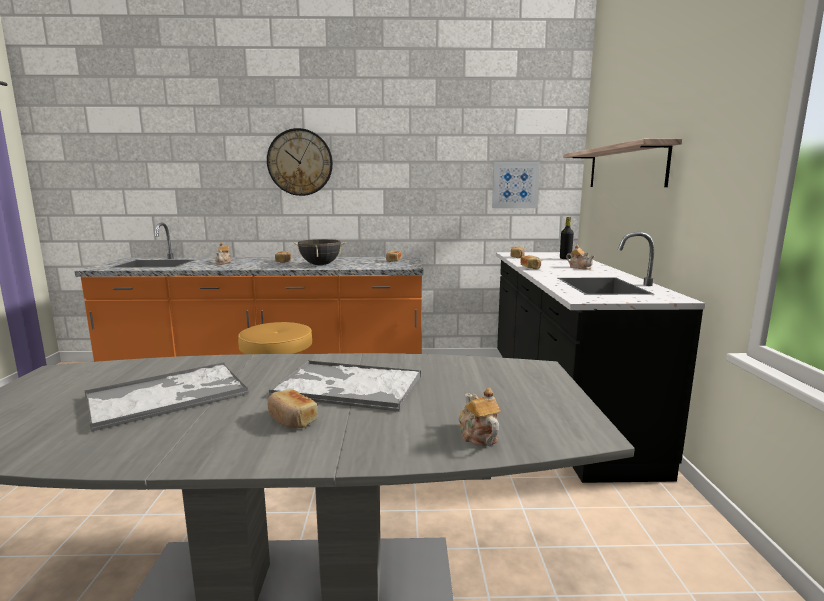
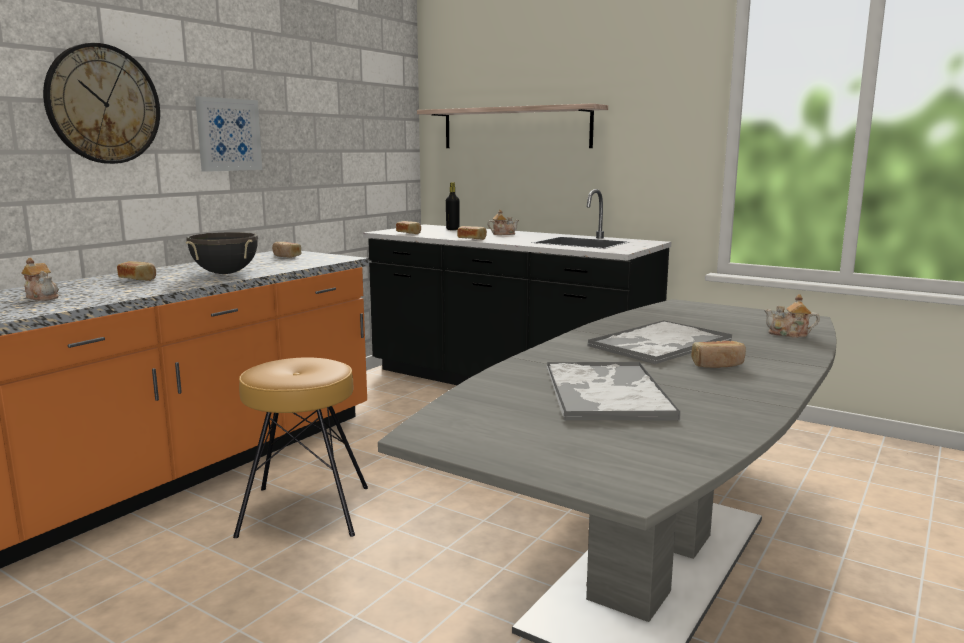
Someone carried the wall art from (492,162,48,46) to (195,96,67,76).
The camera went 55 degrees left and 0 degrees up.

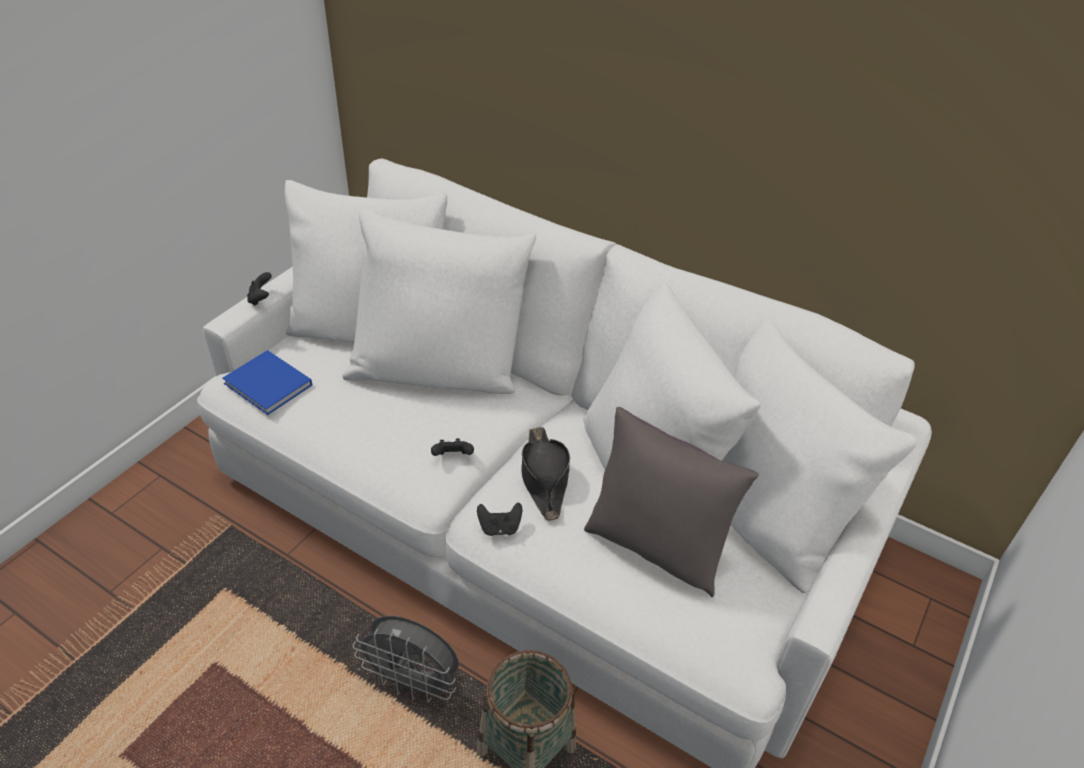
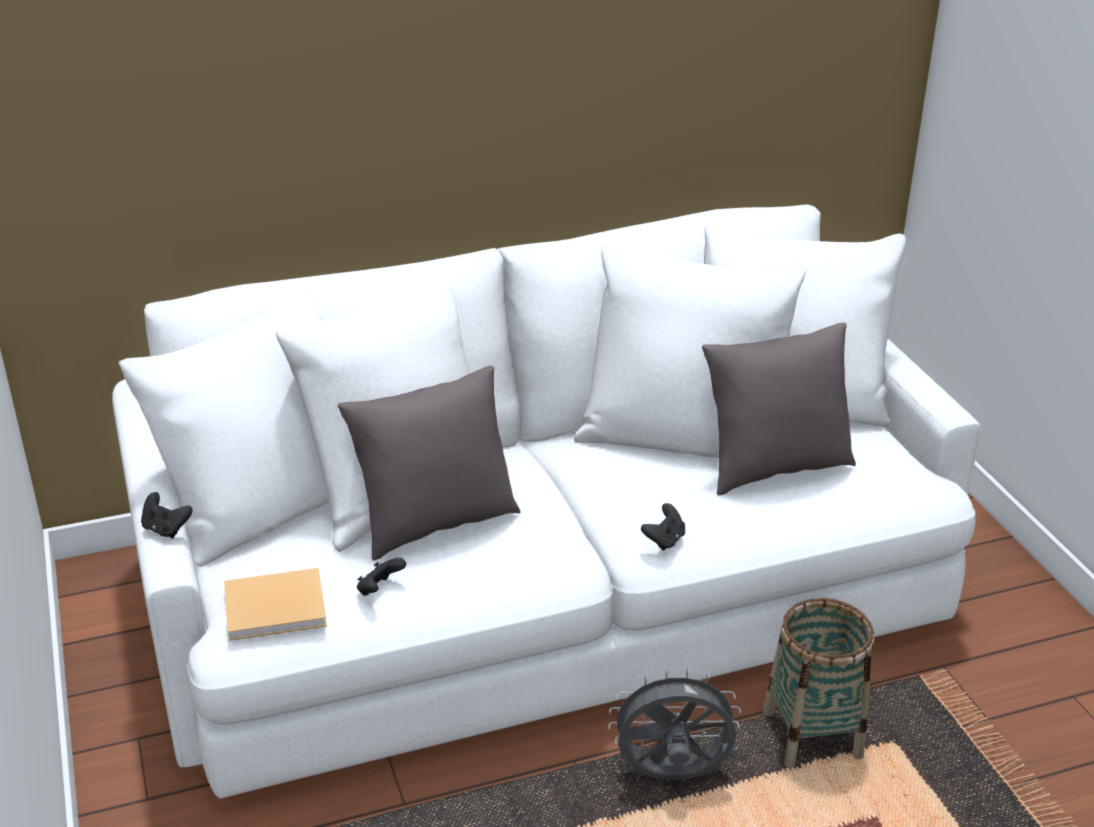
Someone took away the blackish clothing hat at (522,427,48,94).
Someone put down the grey pillow at (338,366,183,194).
Someone carried the blackish game controller from (431,438,43,18) to (357,558,49,38).
Someone repainted the blue-coloured volume at (223,350,89,65), which became the beige-coloured volume at (224,568,103,73).
Someone rotated the grey electric fan at (353,616,106,87) by 150 degrees counterclockwise.
The camera went 50 degrees left and 10 degrees down.

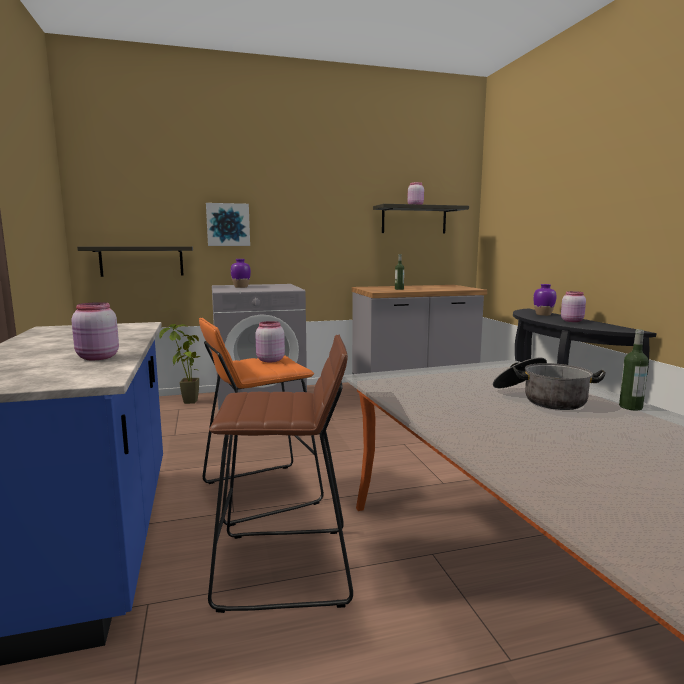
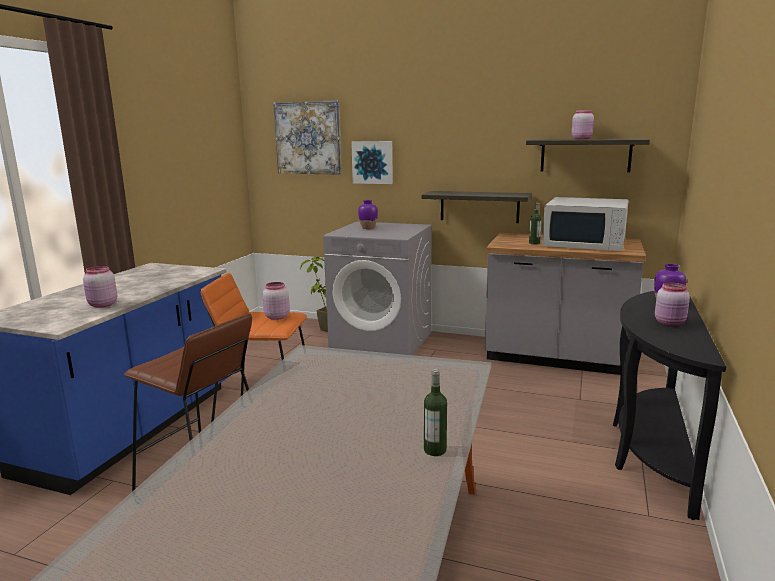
Someone took away the cooking pot at (493,357,113,53).
Someone put up the wall art at (273,101,69,73).
Someone put down the white kitchen microwave at (542,197,86,54).
Someone carried the shelf from (77,247,116,30) to (421,191,111,32).
The camera went 35 degrees right and 5 degrees up.

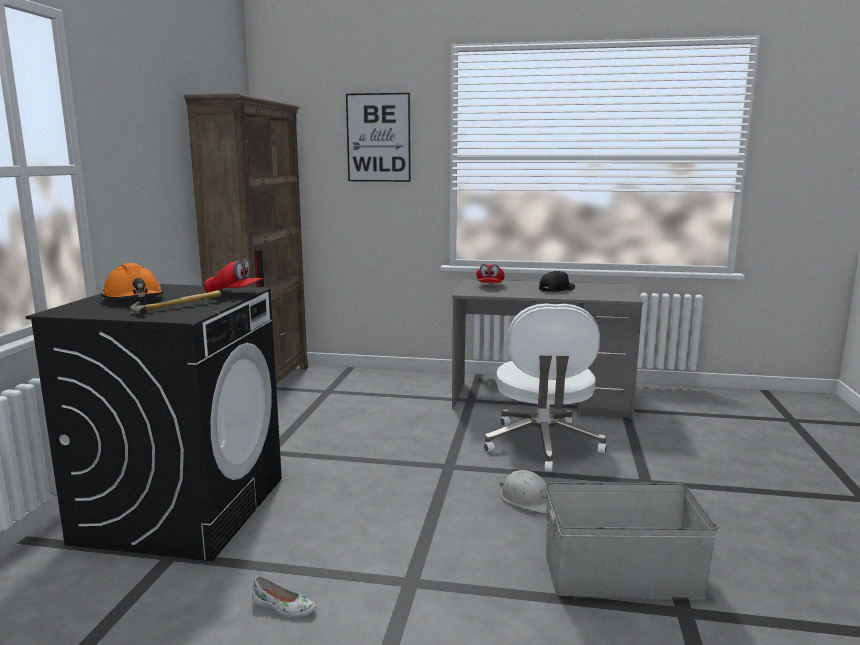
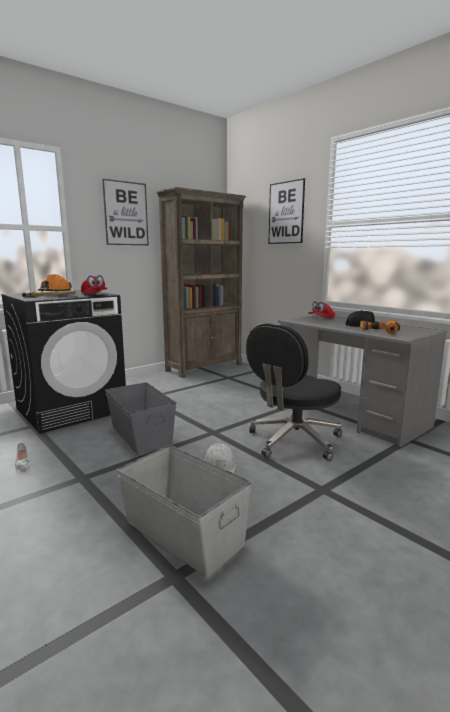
Someone put up the wall art at (102,179,46,66).
Someone put down the grey storage bin at (105,382,71,73).
Someone put down the drill at (360,320,40,14).
Someone repainted the white desk chair at (484,303,123,169), which became the blackish desk chair at (246,324,96,137).
The camera went 40 degrees right and 0 degrees up.

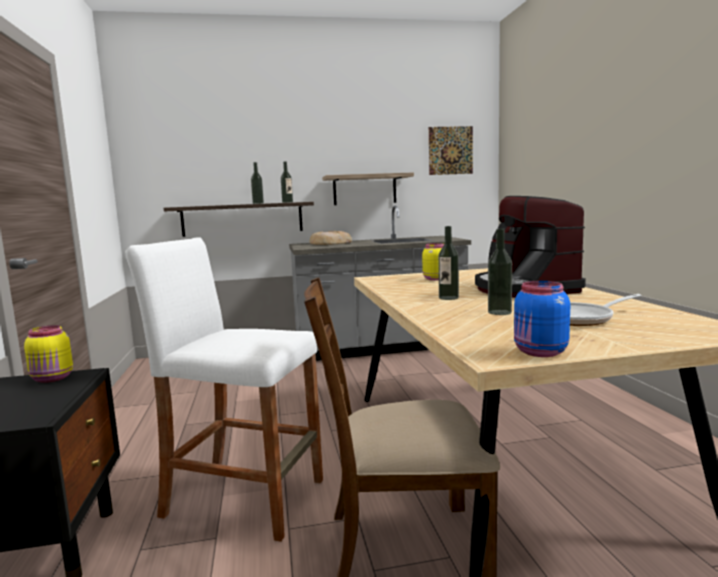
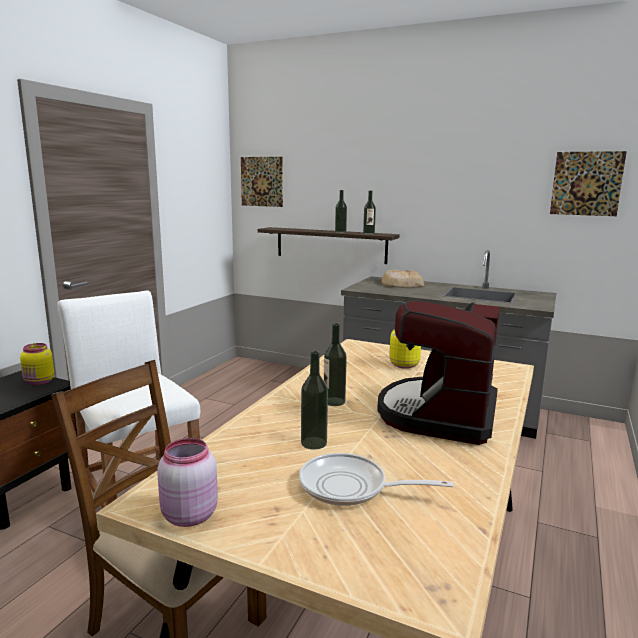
Someone took away the shelf at (322,172,92,33).
Someone put up the wall art at (241,157,42,50).
Someone repainted the blue-coloured jar at (514,281,56,76), which became the pink-coloured jar at (157,438,61,89).
The camera went 35 degrees right and 5 degrees up.

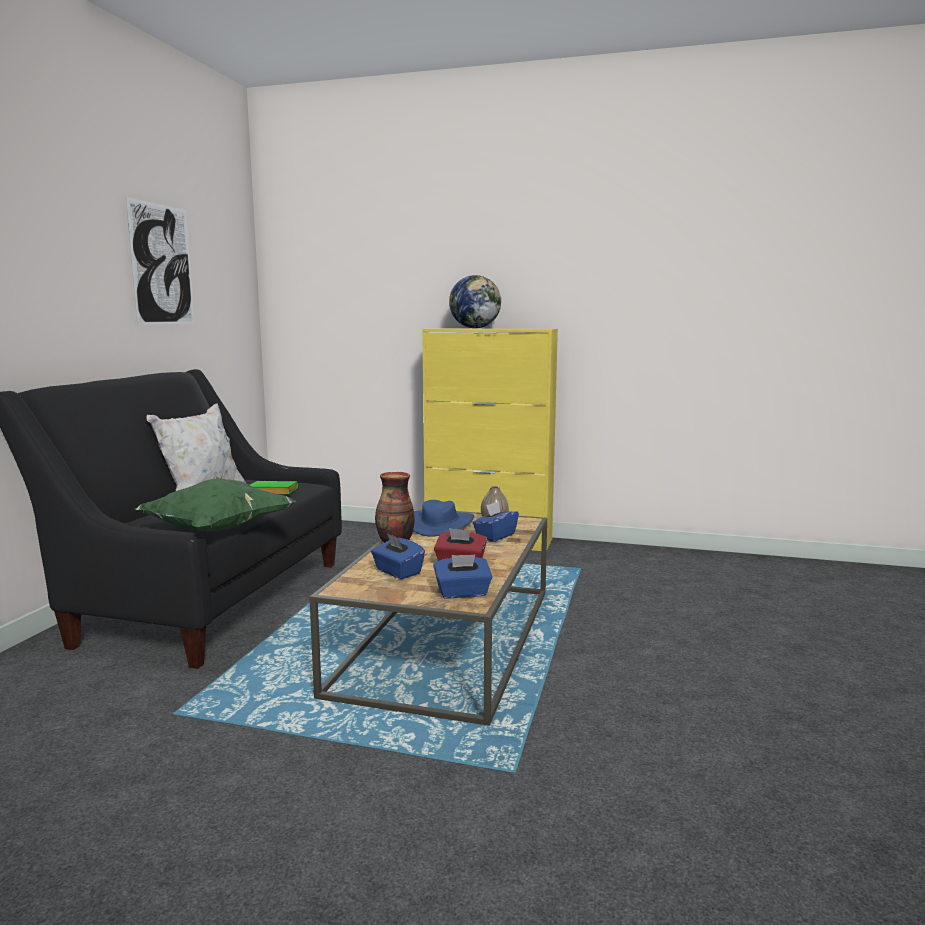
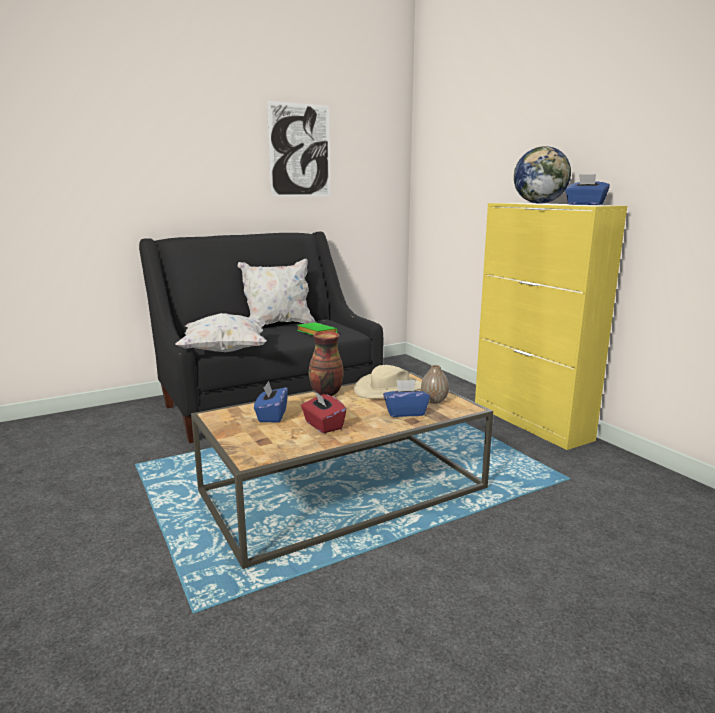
Someone carried the blue-coloured box of tissues from (433,554,59,44) to (565,174,45,31).
Someone repainted the green pillow at (135,478,162,54), which became the white pillow at (175,313,92,39).
Someone repainted the blue-coloured clothing hat at (413,500,61,36), which became the beige-coloured clothing hat at (354,365,68,34).
The camera went 45 degrees right and 5 degrees up.

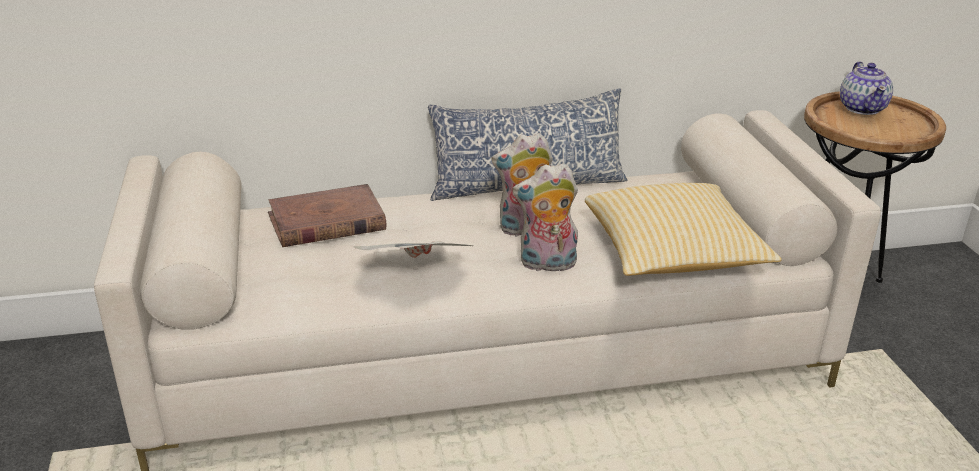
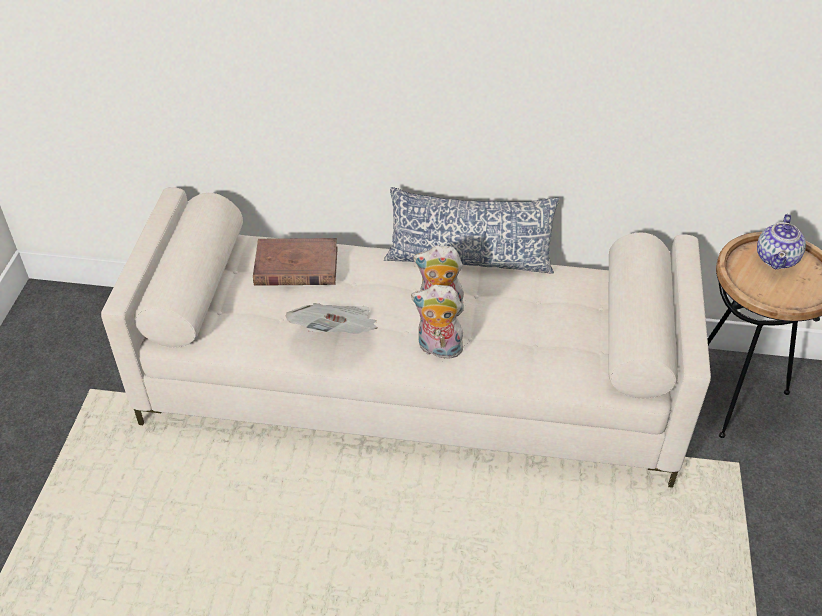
Someone took away the pillow at (585,183,197,93).
The camera went 20 degrees right and 15 degrees up.

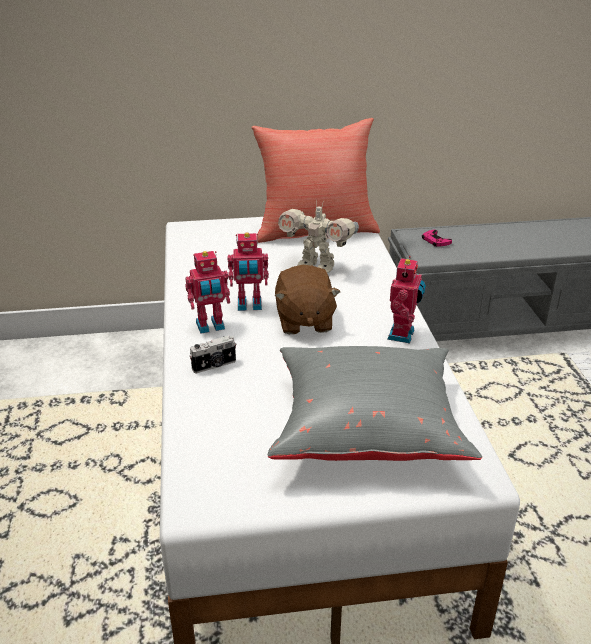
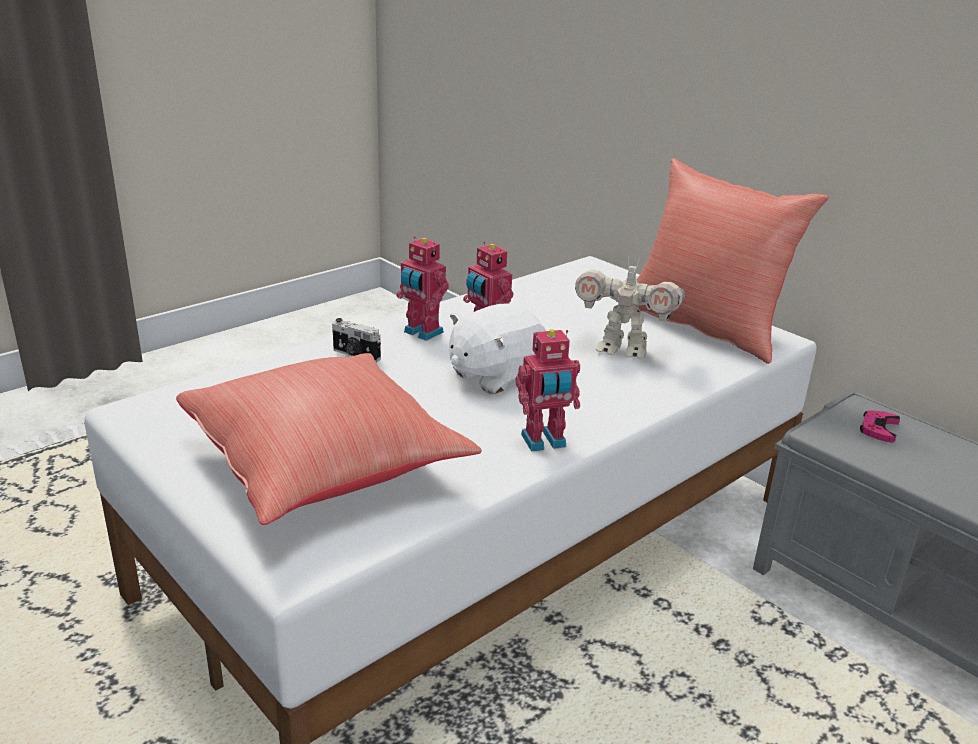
Someone repainted the grey pillow at (268,346,214,115), which became the reddish pillow at (176,353,306,172).
Someone repainted the brown plush toy at (275,265,65,69), which became the white plush toy at (449,303,97,91).
Someone rotated the robot figure at (278,199,81,74) by 60 degrees counterclockwise.
The camera went 55 degrees right and 5 degrees down.

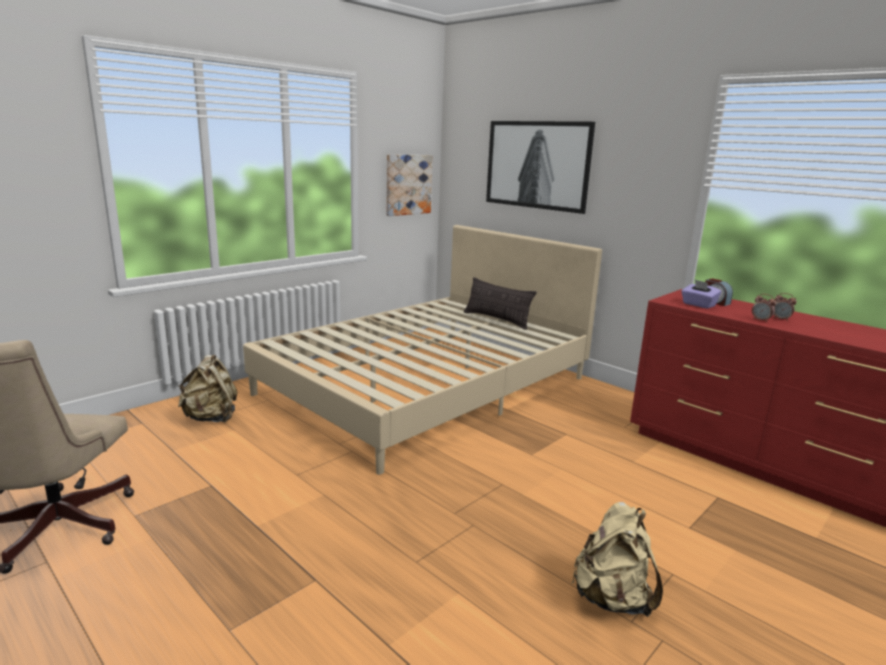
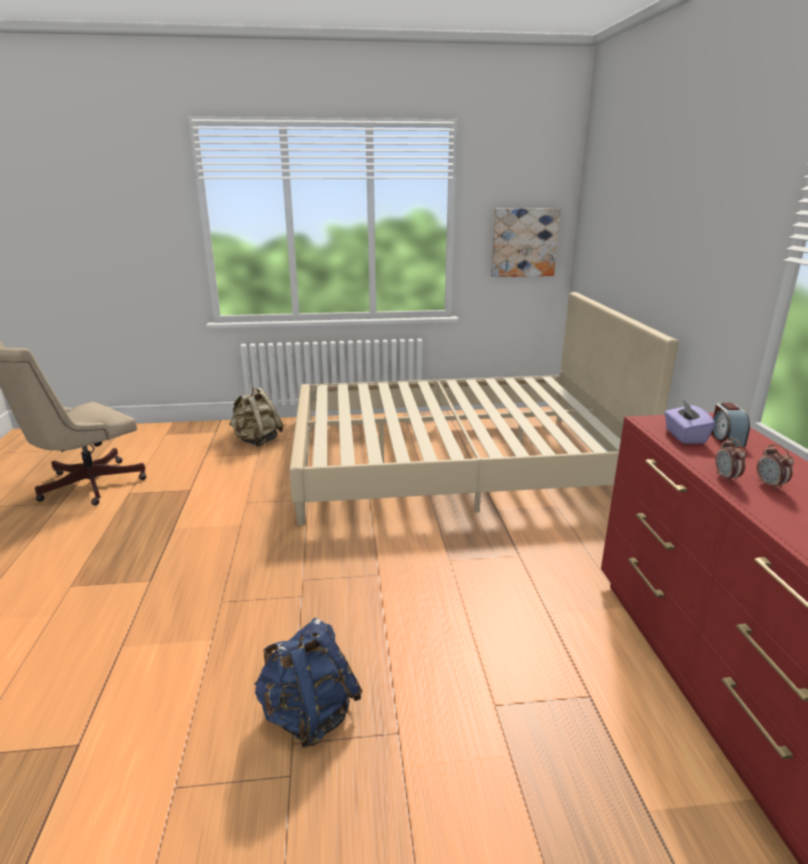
Someone took away the pillow at (464,277,73,53).
Someone took away the wall art at (486,121,109,93).
Someone repainted the beige-coloured backpack at (572,502,91,115), which became the blue-coloured backpack at (254,618,108,130).
The camera went 40 degrees right and 5 degrees up.

